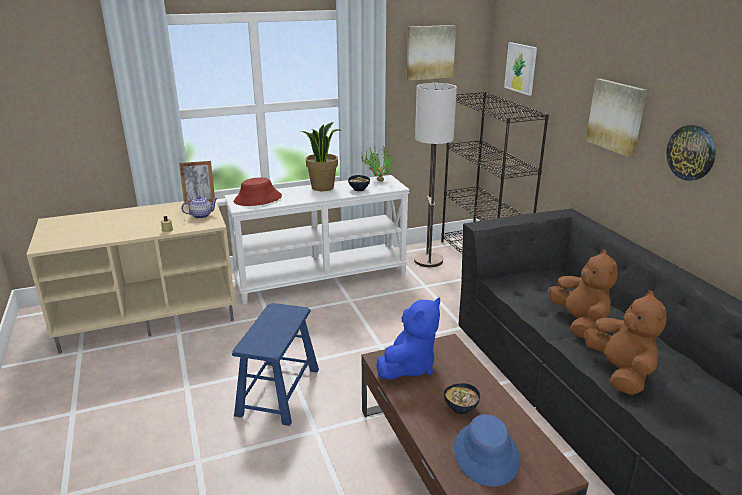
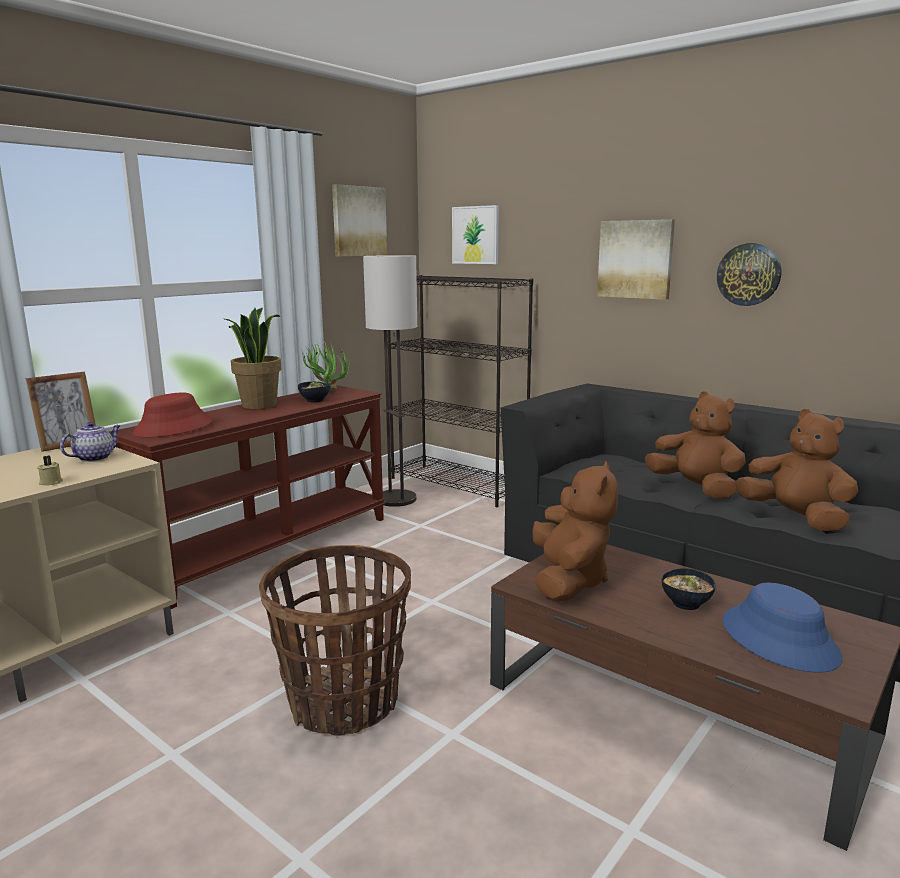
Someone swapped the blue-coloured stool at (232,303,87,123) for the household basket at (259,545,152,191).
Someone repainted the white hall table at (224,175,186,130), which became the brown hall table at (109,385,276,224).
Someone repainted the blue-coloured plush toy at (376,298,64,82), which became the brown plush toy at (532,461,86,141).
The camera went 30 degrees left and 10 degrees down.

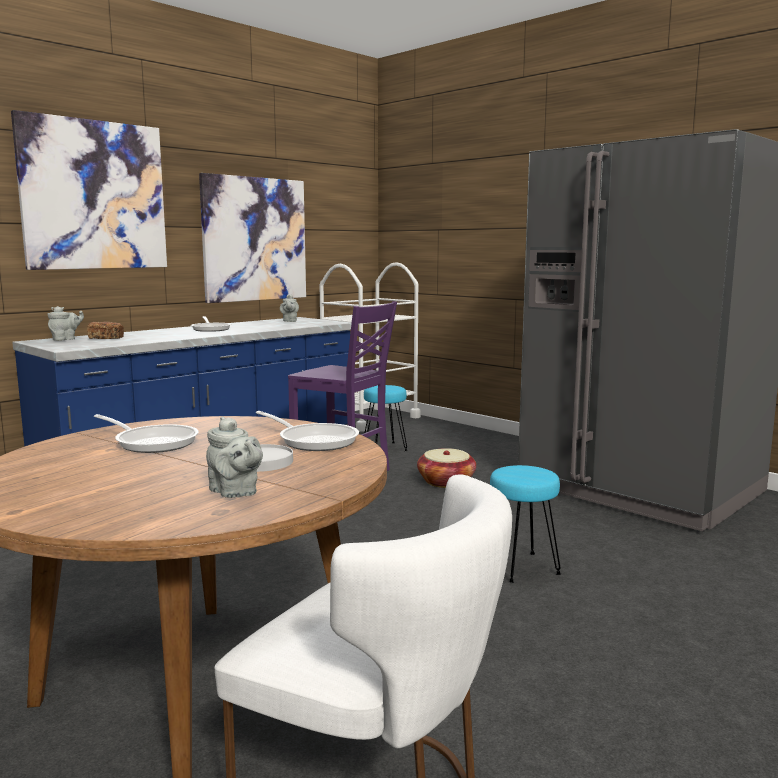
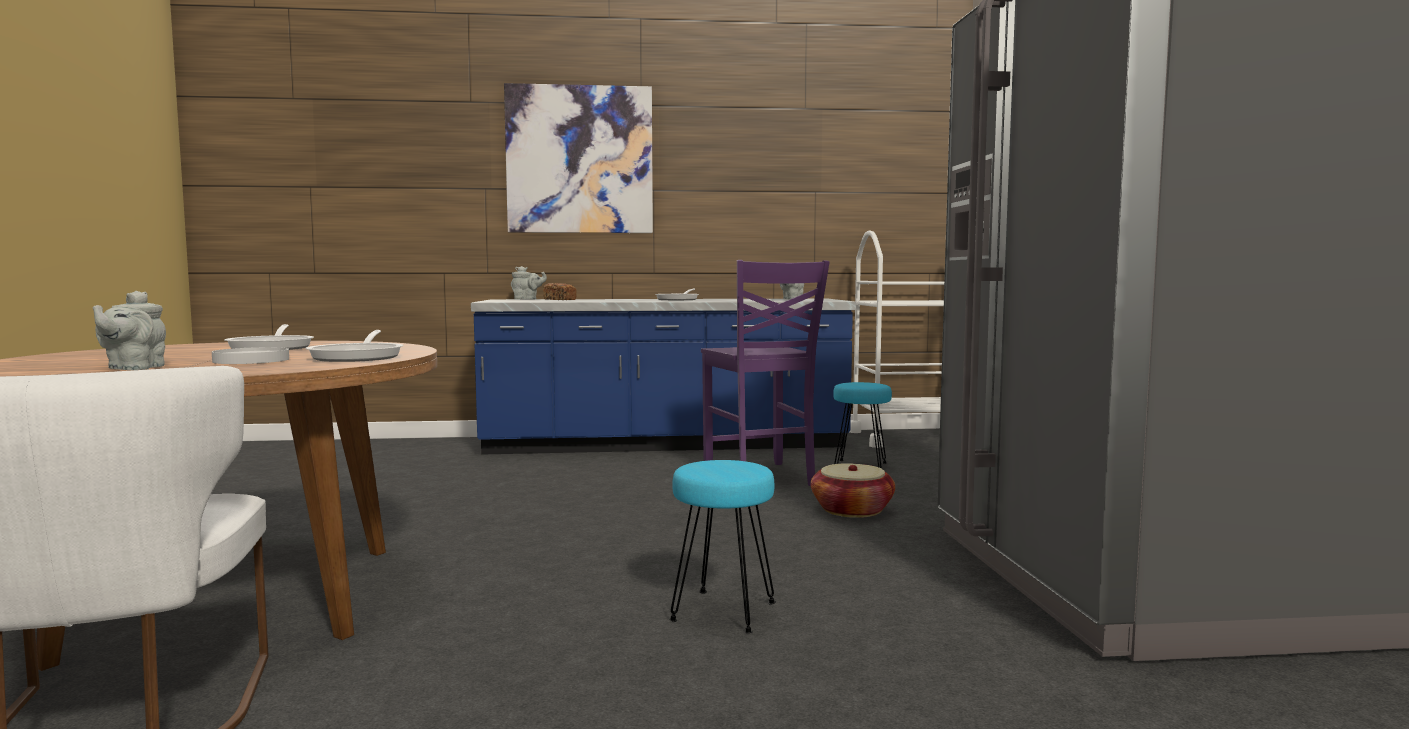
Someone took away the wall art at (199,173,107,130).
The camera went 40 degrees right and 5 degrees down.

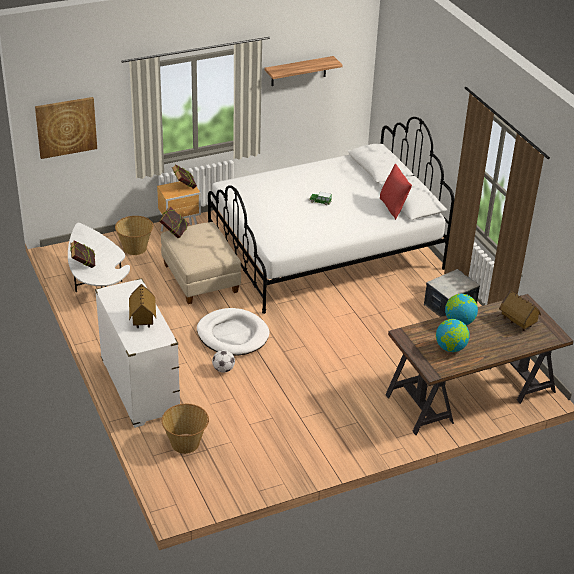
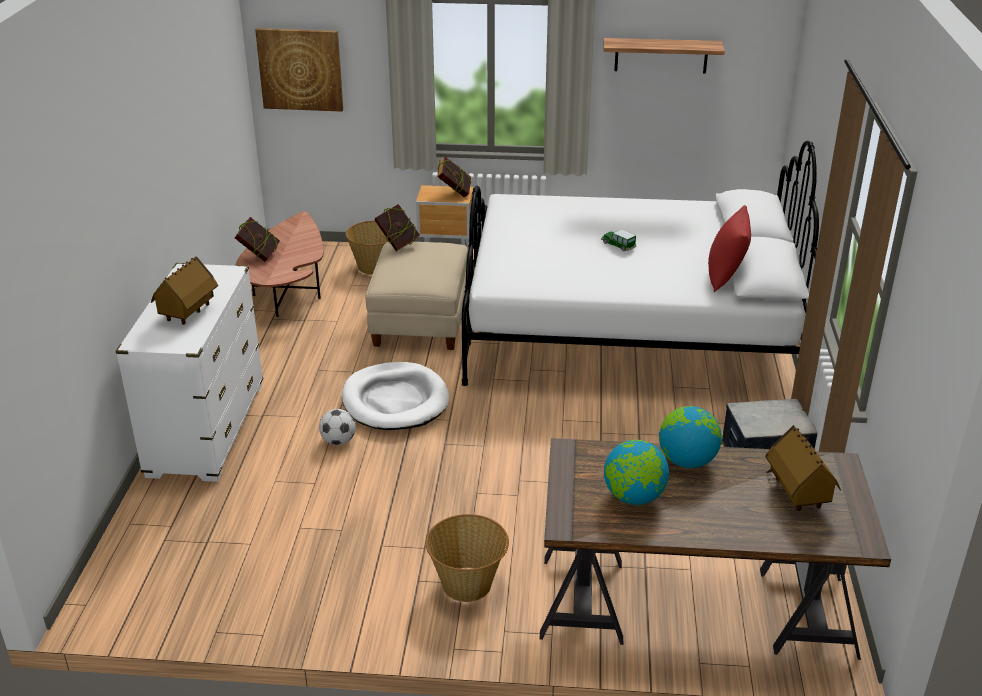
Someone carried the household basket from (162,404,47,50) to (426,514,83,88).
Someone repainted the white lounge table at (68,223,62,69), which became the brown lounge table at (235,211,89,106).
The camera went 30 degrees right and 5 degrees down.

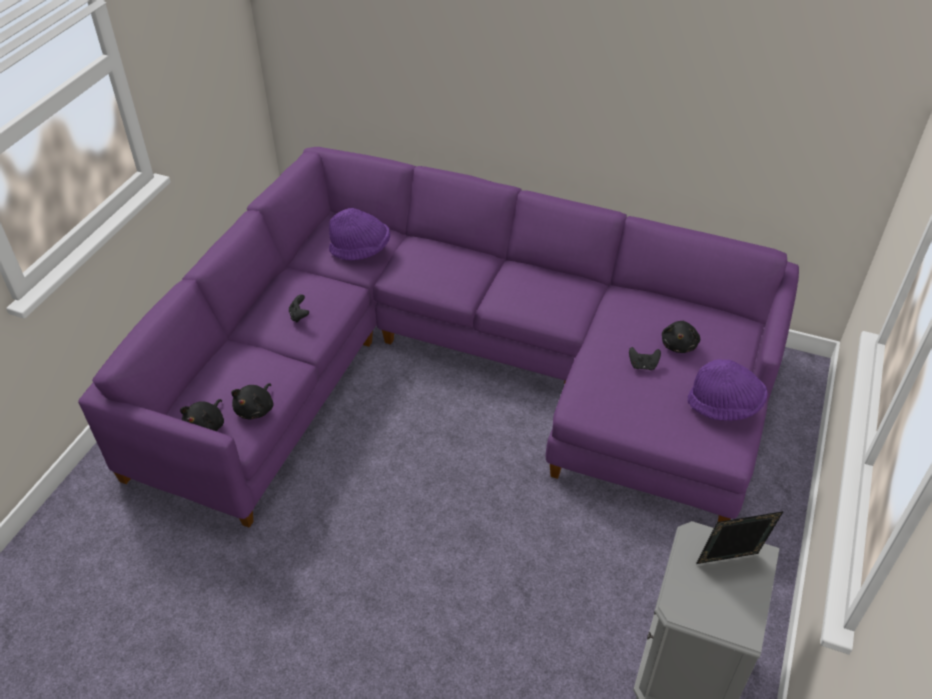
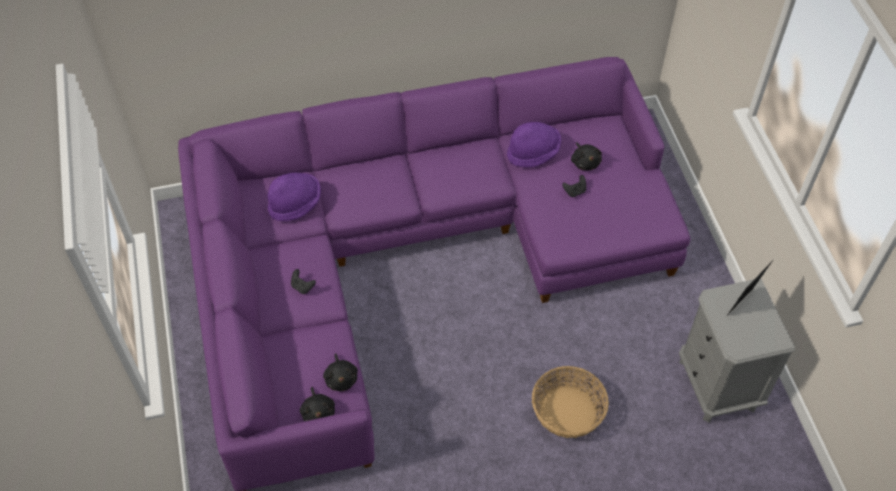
Someone put down the household basket at (532,366,77,72).
Someone carried the purple-coloured clothing hat from (688,359,80,62) to (507,122,54,46).
The camera went 35 degrees left and 10 degrees up.

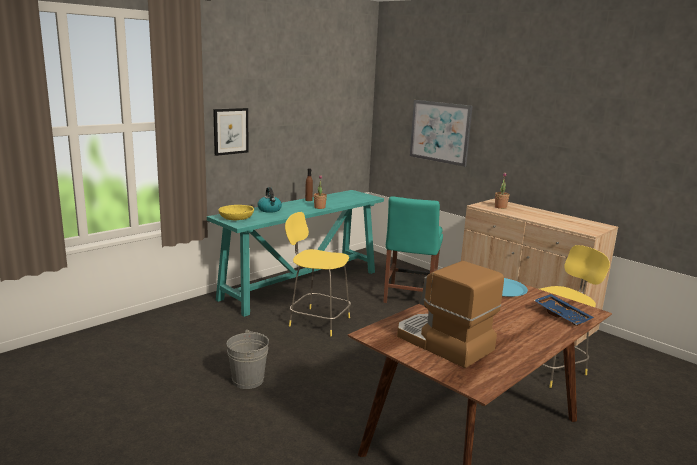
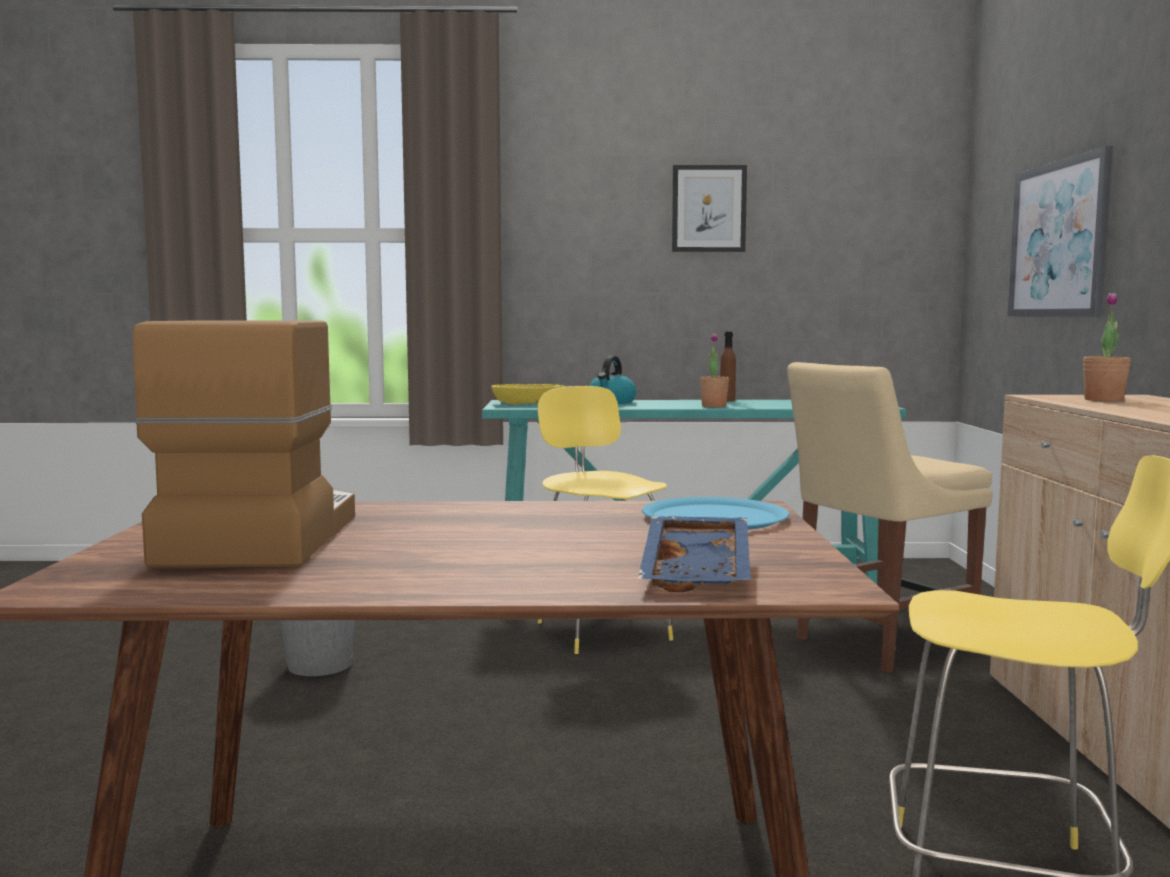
Someone carried the wall art from (213,108,36,48) to (672,165,75,87).
Someone repainted the blue-green plain chair at (383,196,60,107), which became the beige-coloured plain chair at (787,362,206,311).
The camera went 45 degrees right and 10 degrees down.

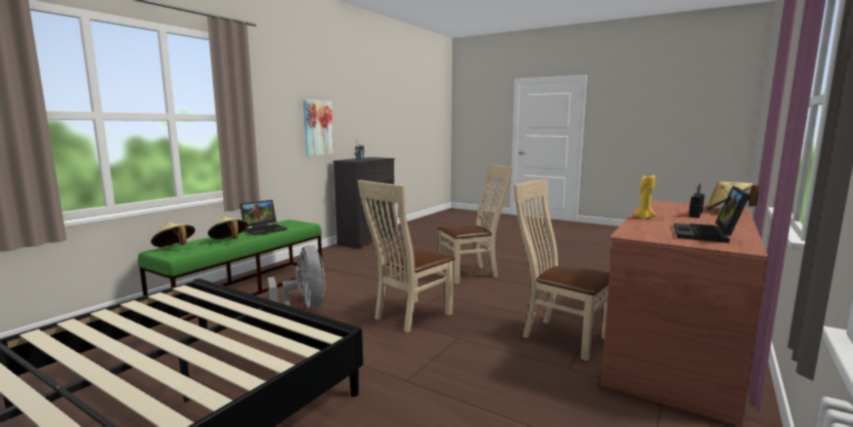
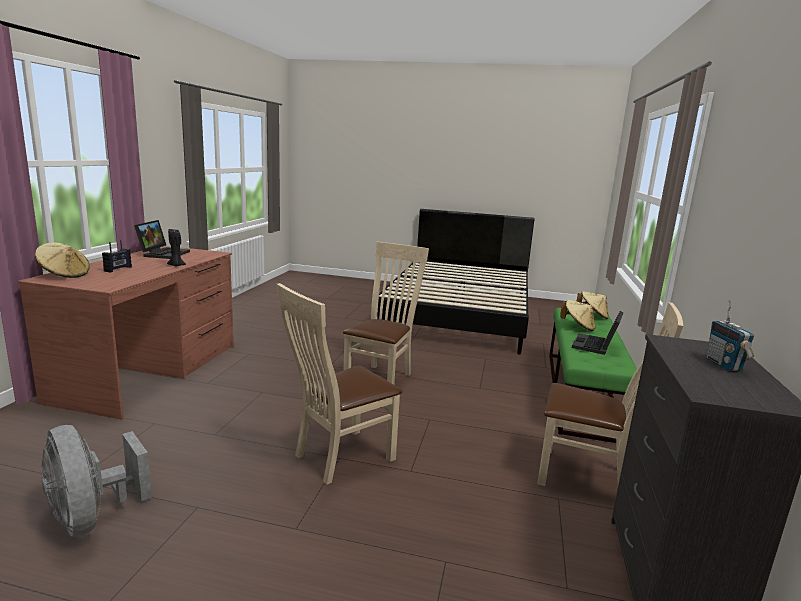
Someone took away the wall art at (303,99,31,57).
Someone carried the grey electric fan from (268,245,58,64) to (42,425,110,112).
Someone carried the beige-coloured plain chair from (514,179,96,182) to (537,302,146,184).
Someone repainted the yellow candle at (633,175,23,44), which became the blackish candle at (167,229,19,37).
The camera went 160 degrees right and 5 degrees up.

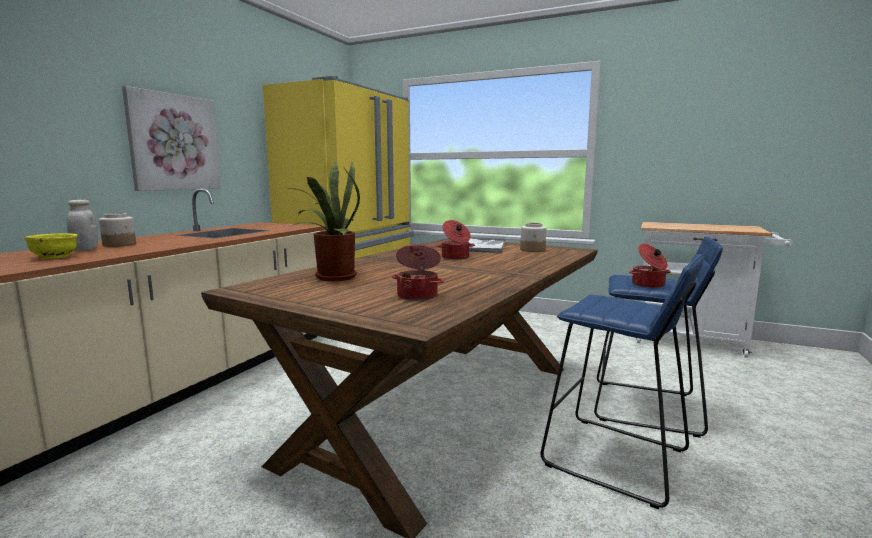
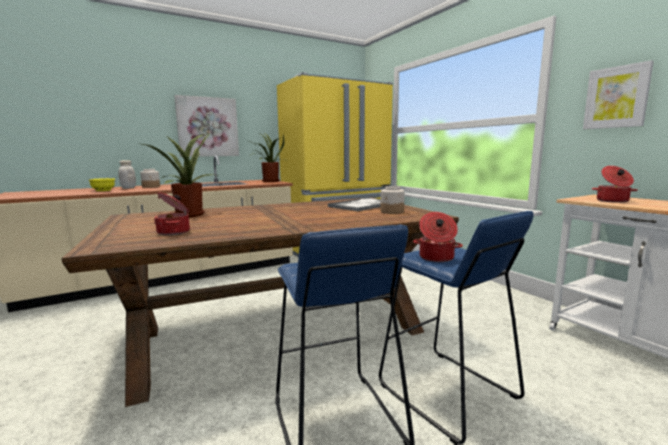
Someone put down the plant in a pot at (251,133,34,49).
Someone put up the wall art at (583,60,71,69).
Someone carried the cooking pot from (436,220,39,40) to (592,166,46,37).
The camera went 35 degrees right and 0 degrees up.

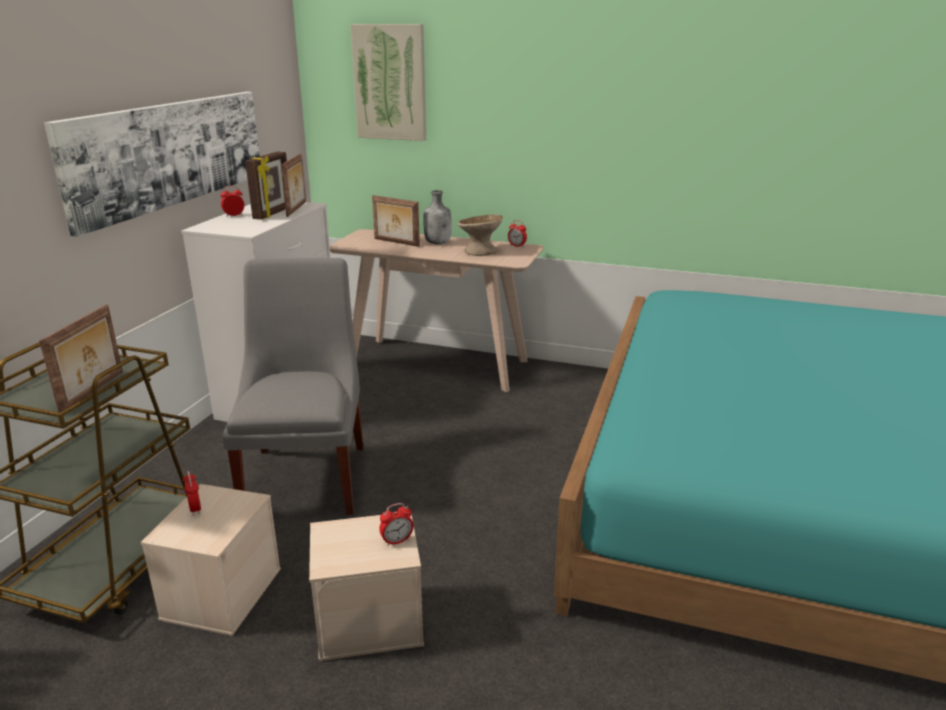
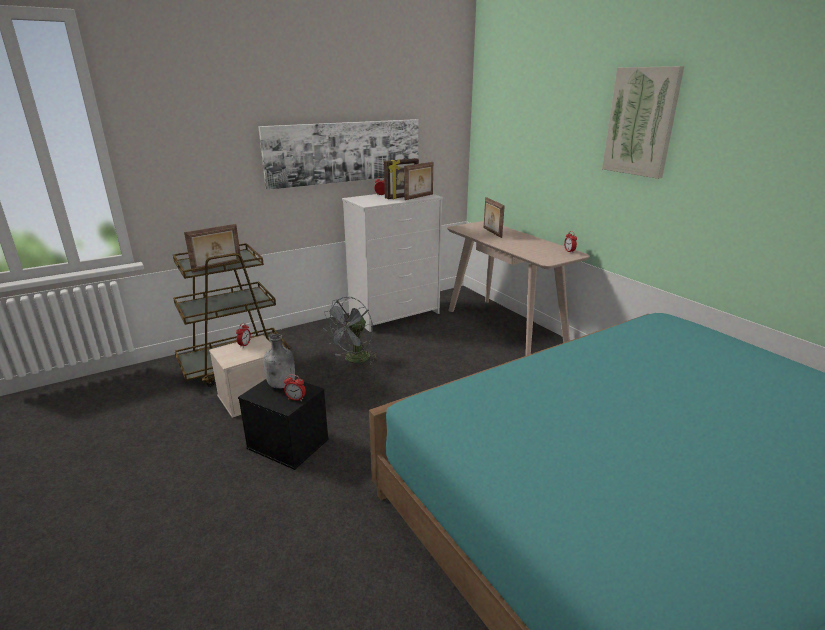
Someone took away the beige-coloured bowl at (458,214,45,42).
Someone carried the wall art from (351,24,75,117) to (602,66,82,113).
Someone carried the grey bottle from (423,190,29,54) to (263,334,32,55).
Someone swapped the grey plain chair at (222,258,142,257) for the grey electric fan at (323,296,54,69).
Someone repainted the beige-coloured storage bin at (309,514,115,147), which became the blackish storage bin at (238,379,91,91).
The camera went 40 degrees right and 0 degrees up.

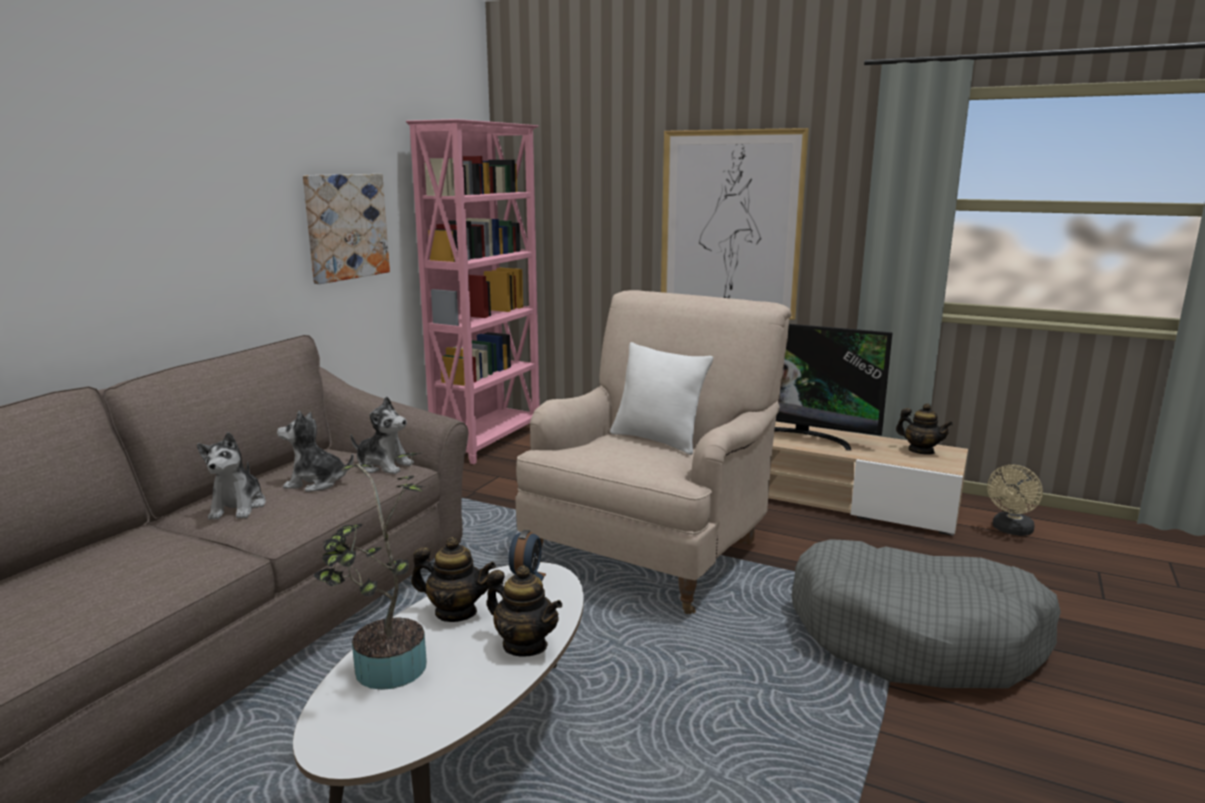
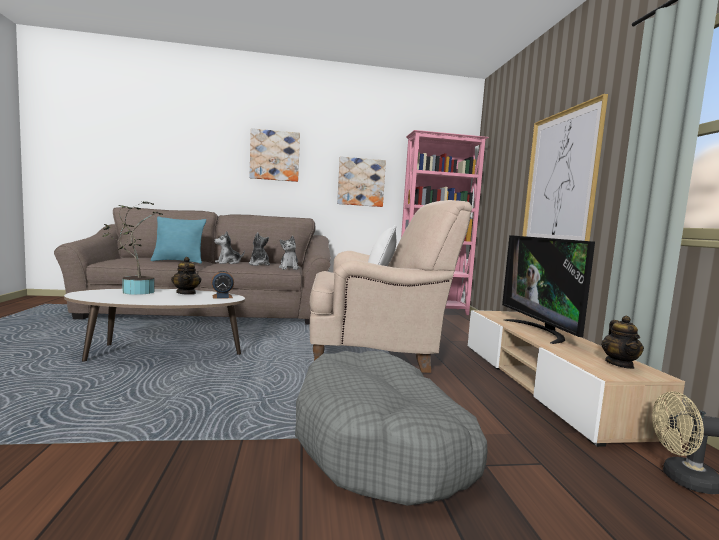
Someone took away the tea pot at (487,565,75,92).
Someone put down the blue-green pillow at (151,216,55,47).
Someone put up the wall art at (249,128,51,54).
The camera went 55 degrees right and 10 degrees down.

